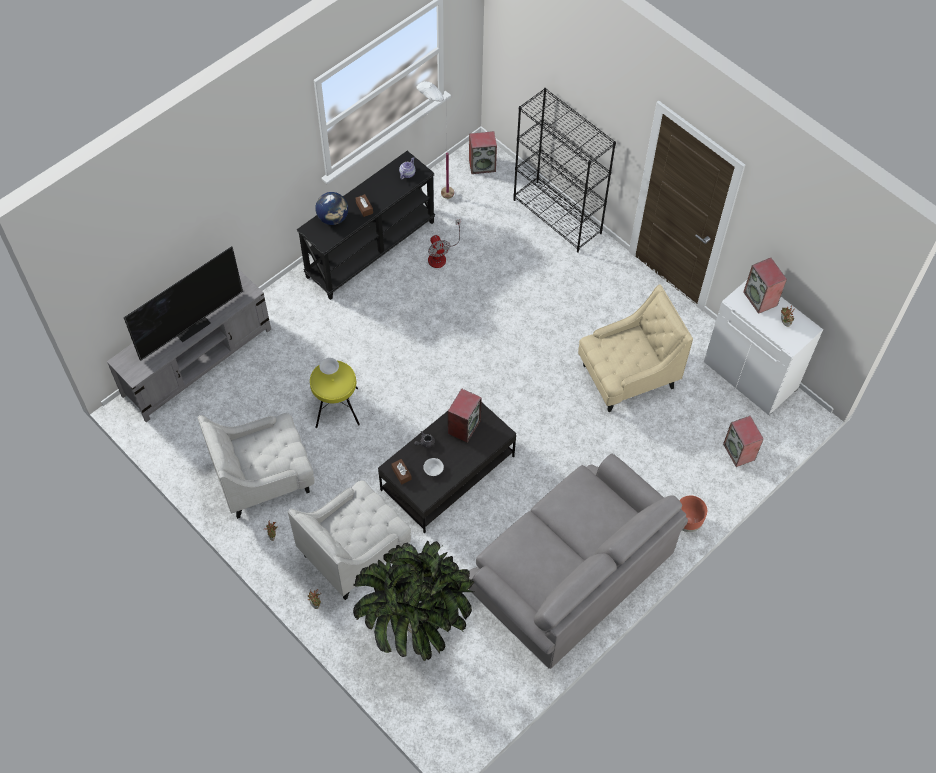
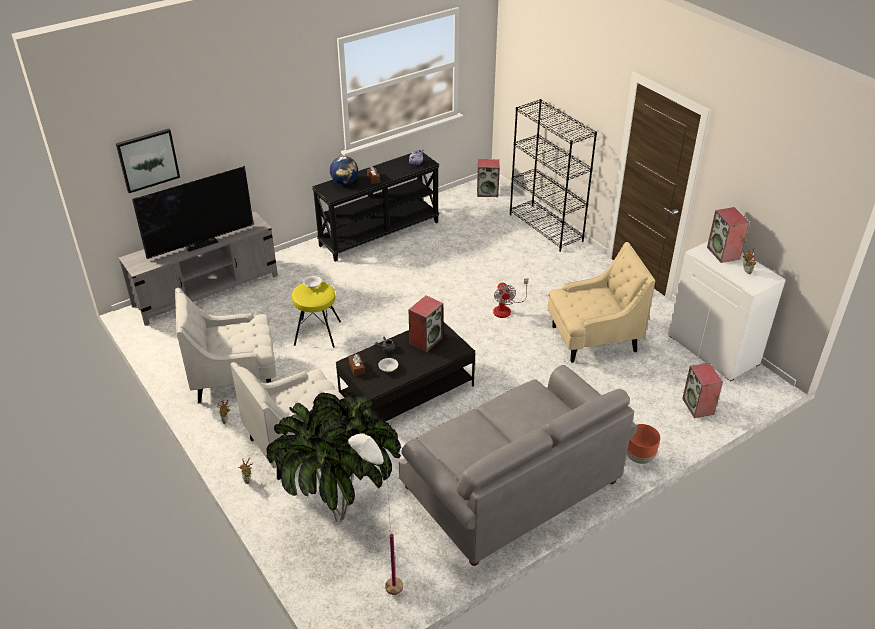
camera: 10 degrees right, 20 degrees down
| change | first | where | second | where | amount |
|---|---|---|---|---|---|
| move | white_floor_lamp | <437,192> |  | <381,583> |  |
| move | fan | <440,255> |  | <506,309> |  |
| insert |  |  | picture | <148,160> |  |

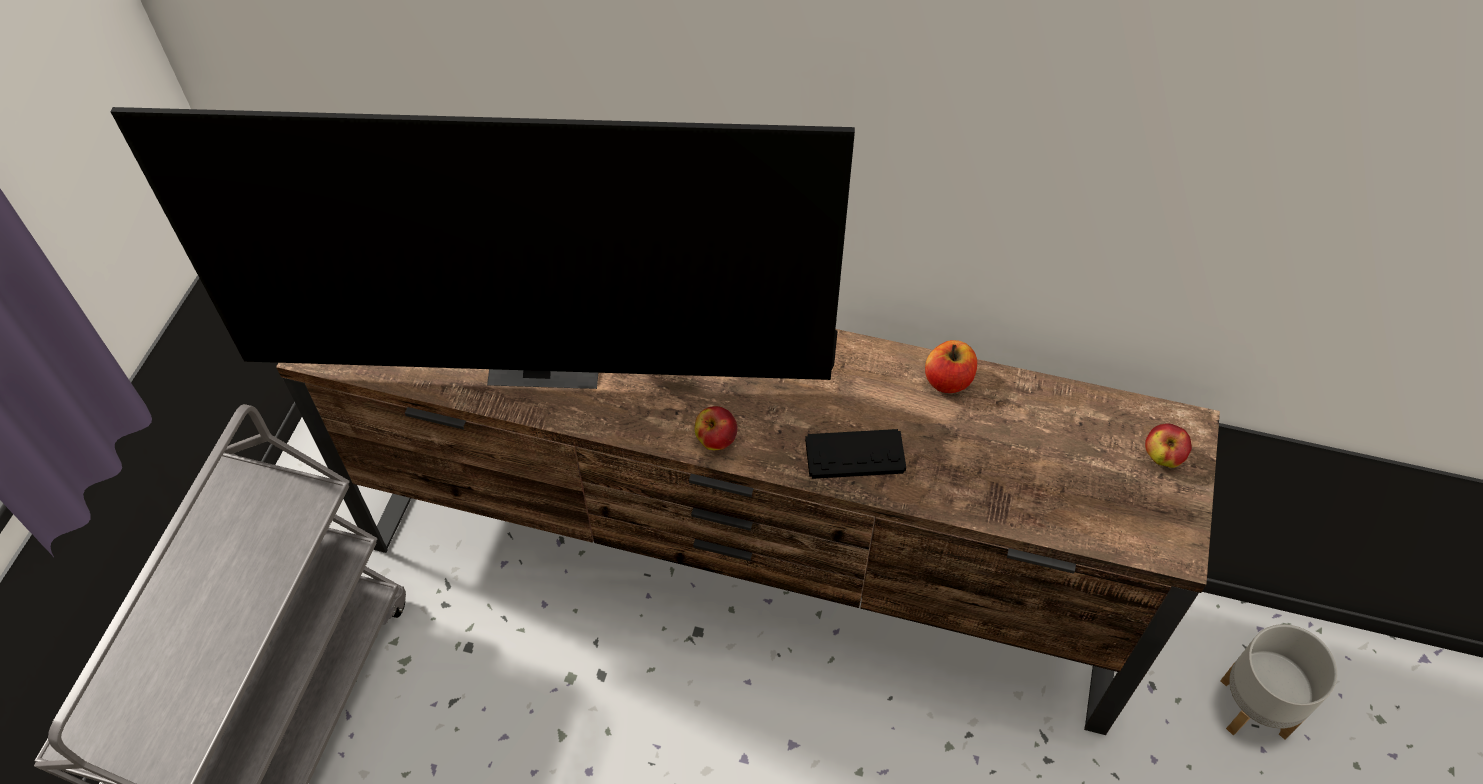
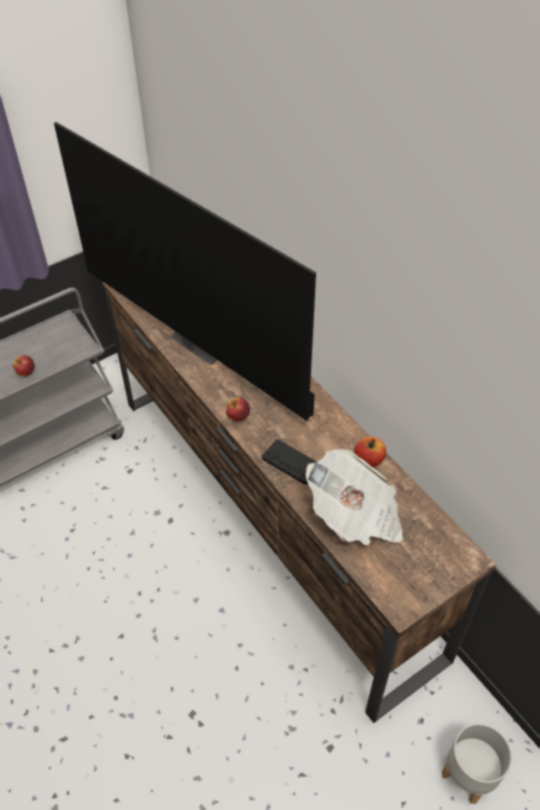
camera: 40 degrees right, 5 degrees down
| change | first | where | second | where | amount |
|---|---|---|---|---|---|
| move | apple | <1162,457> |  | <26,372> |  |
| insert |  |  | newspaper | <355,515> |  |

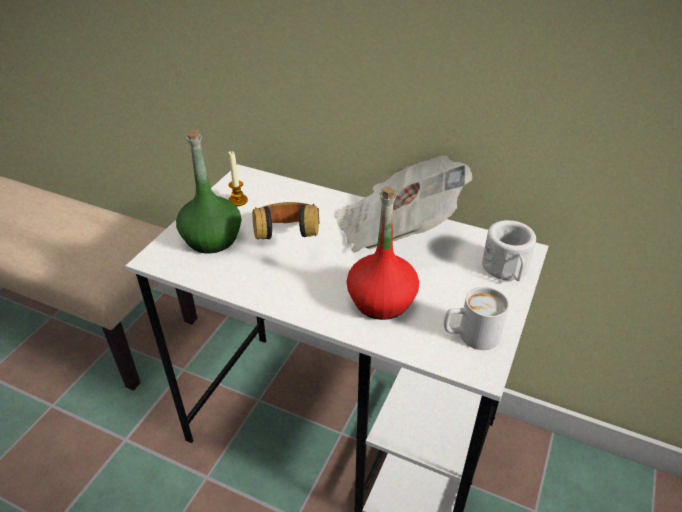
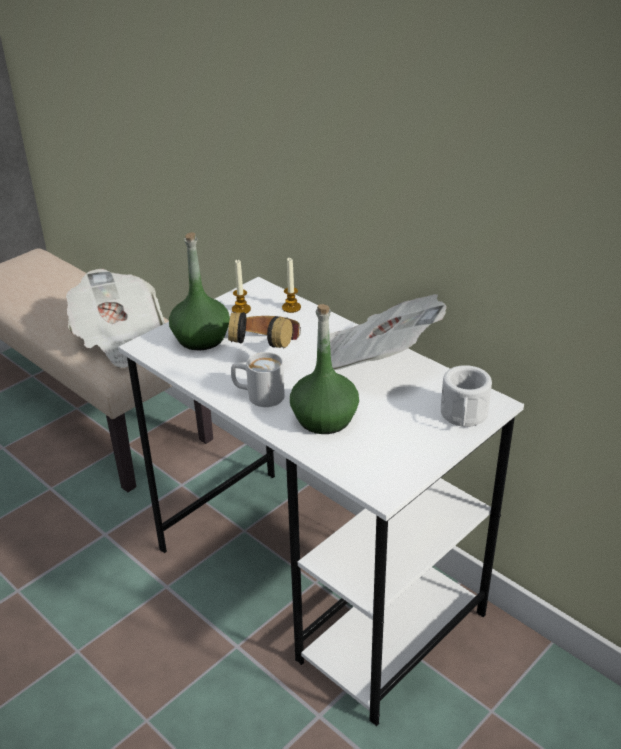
camera: 20 degrees right, 5 degrees down
| change | first | where | second | where | amount |
|---|---|---|---|---|---|
| recolor | red_bottle | <381,301> | green_bottle | <324,418> |  |
| move | white_mug | <470,336> |  | <258,395> |  |
| insert |  |  | candle | <291,307> |  |
| insert |  |  | newspaper | <120,340> |  |

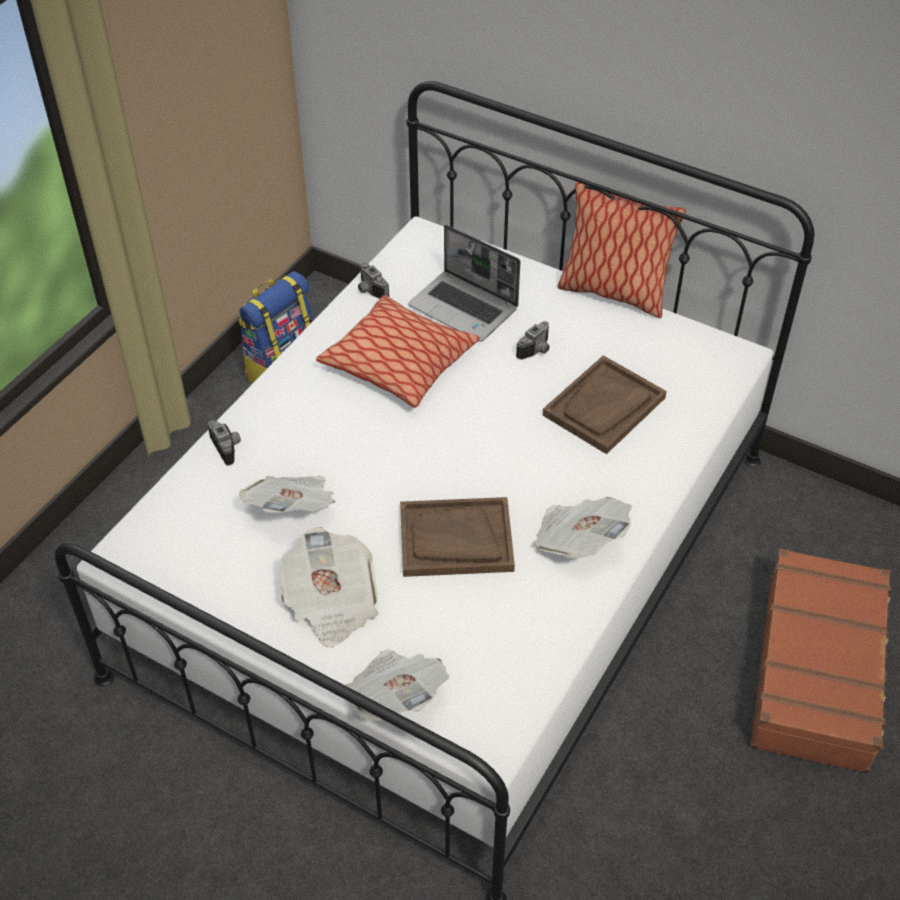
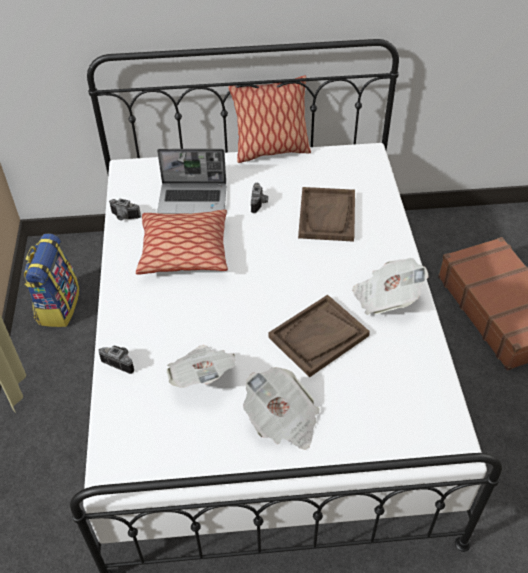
camera: 35 degrees left, 0 degrees up
| change | first | where | second | where | amount |
|---|---|---|---|---|---|
| delete | newspaper | <396,697> |  |  |  |

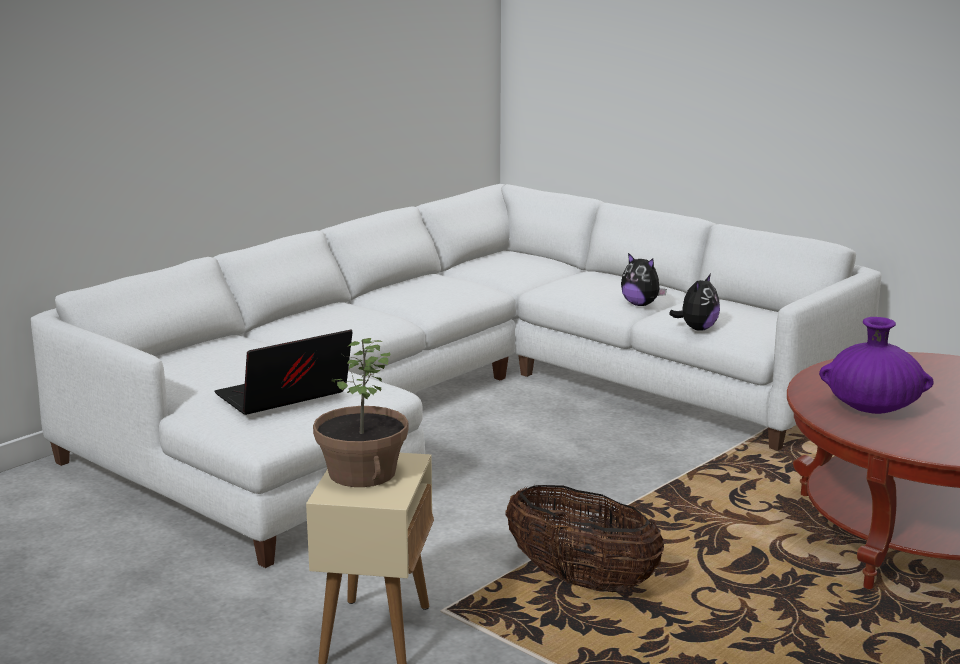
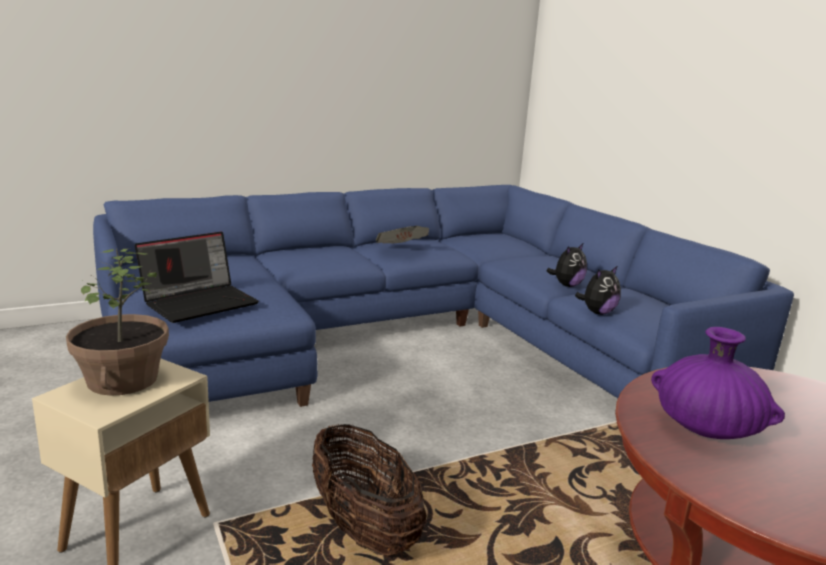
camera: 20 degrees right, 0 degrees up
| change | first | where | second | where | amount |
|---|---|---|---|---|---|
| recolor | white_sofa | <456,403> | blue_sofa | <412,337> |  |
| rotate | plush_toy | <641,304> |  | <567,285> | 105 degrees counterclockwise |
| rotate | laptop | <283,398> |  | <200,302> | 150 degrees clockwise |
| insert |  |  | newspaper | <401,250> |  |

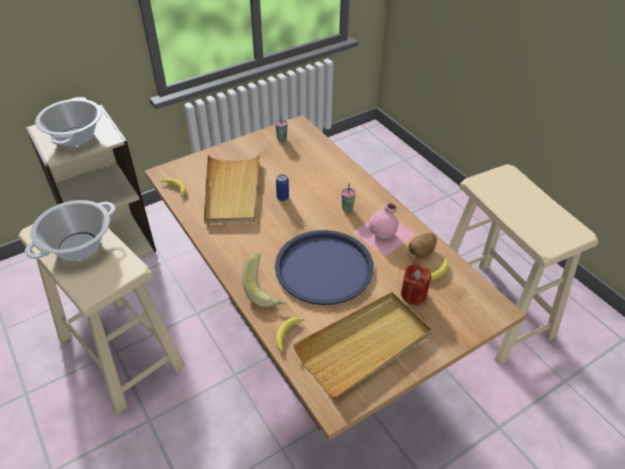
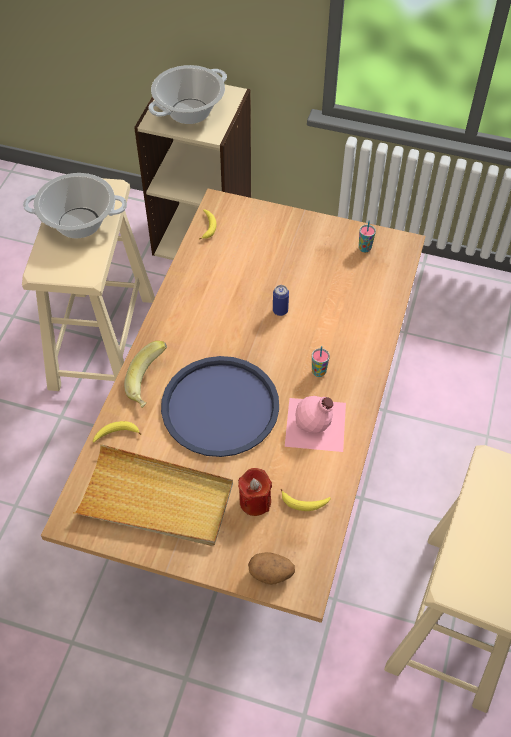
camera: 50 degrees right, 10 degrees up
| change | first | where | second | where | amount |
|---|---|---|---|---|---|
| delete | beige_tray | <232,191> |  |  |  |
| move | potato | <421,251> |  | <271,573> |  |

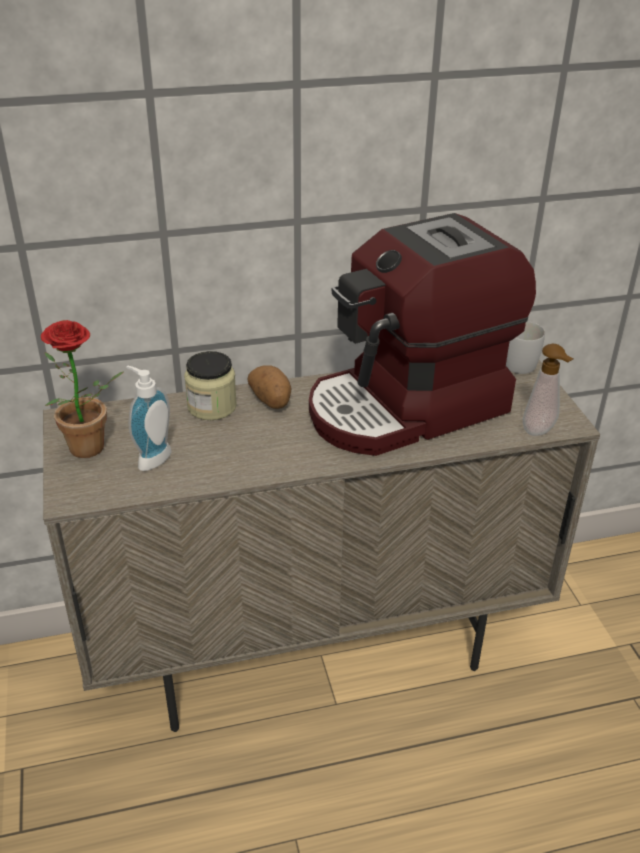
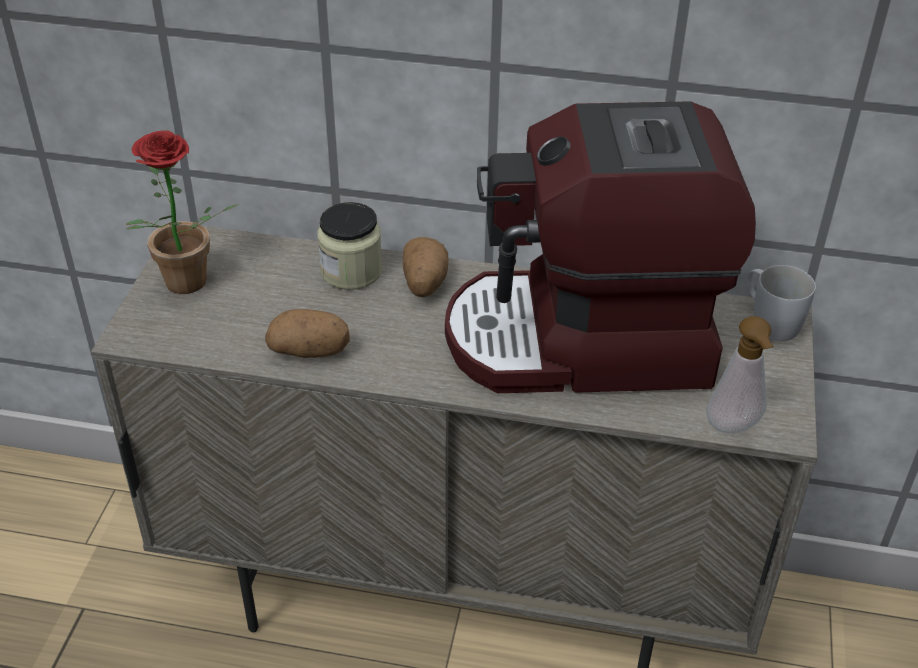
camera: 25 degrees right, 5 degrees up
| change | first | where | second | where | amount |
|---|---|---|---|---|---|
| delete | soap_dispenser | <151,458> |  |  |  |
| insert |  |  | potato | <310,351> |  |

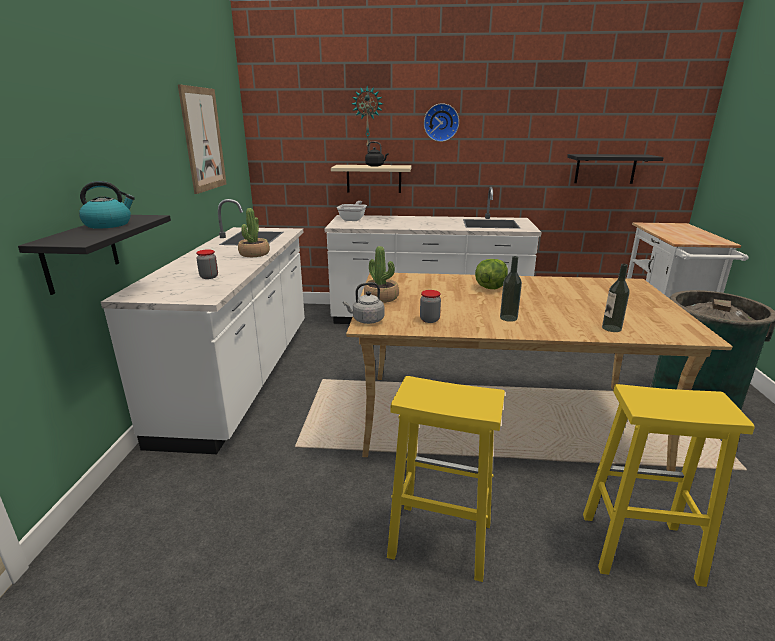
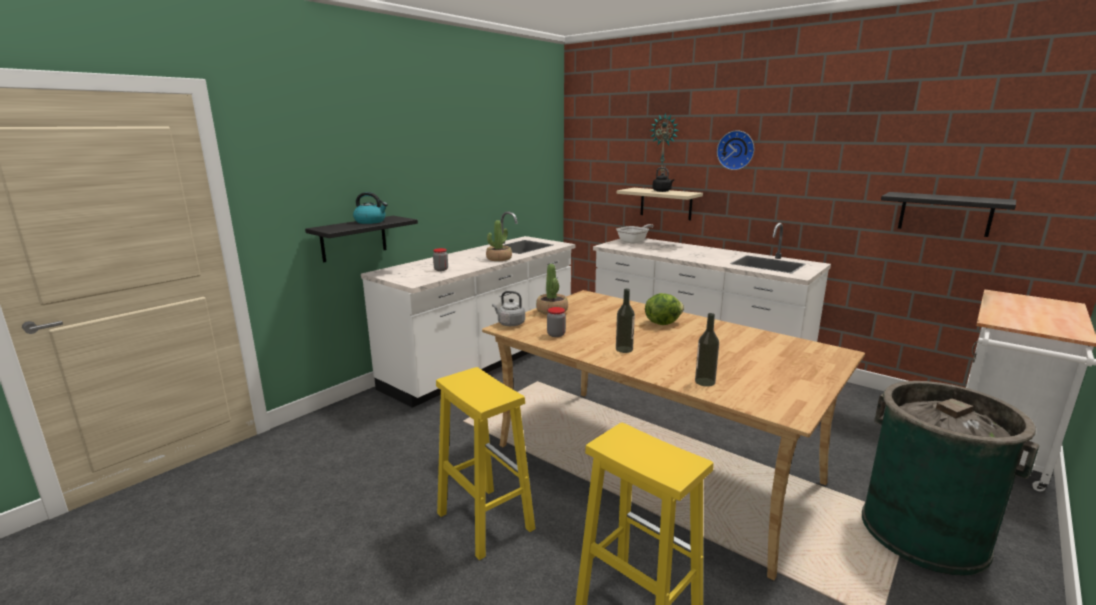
camera: 35 degrees right, 5 degrees down
| change | first | where | second | where | amount |
|---|---|---|---|---|---|
| delete | picture | <203,139> |  |  |  |

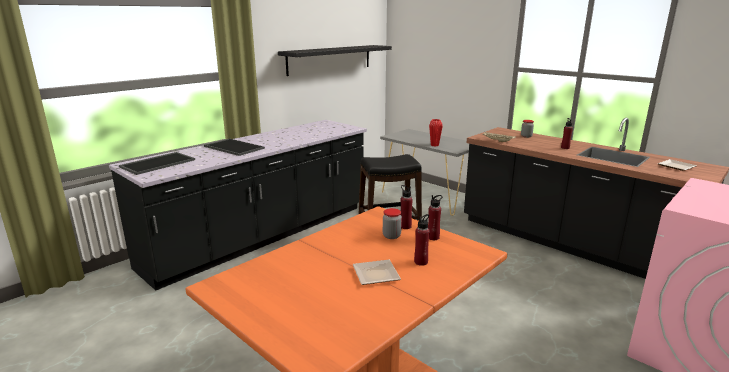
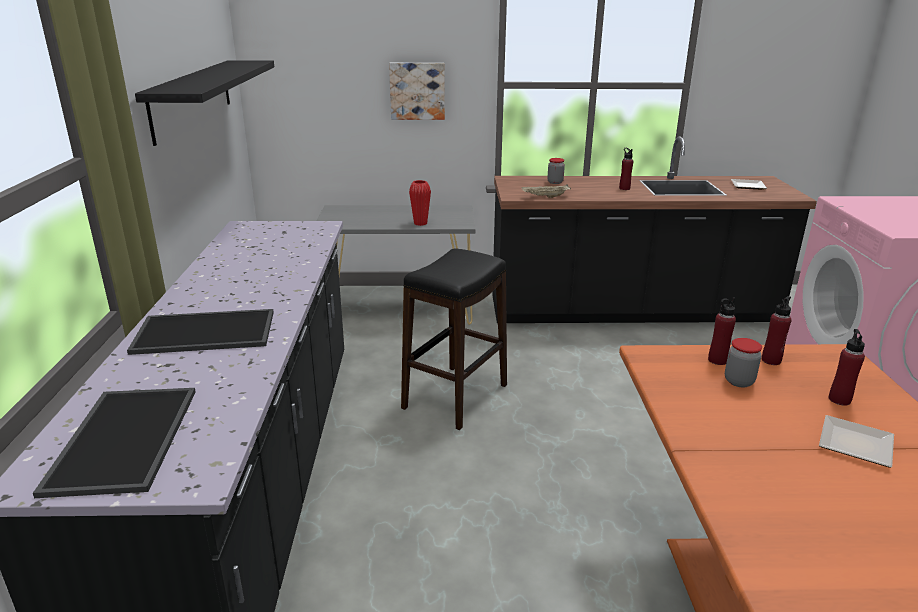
camera: 45 degrees left, 5 degrees up
| change | first | where | second | where | amount |
|---|---|---|---|---|---|
| insert |  |  | picture | <417,91> |  |

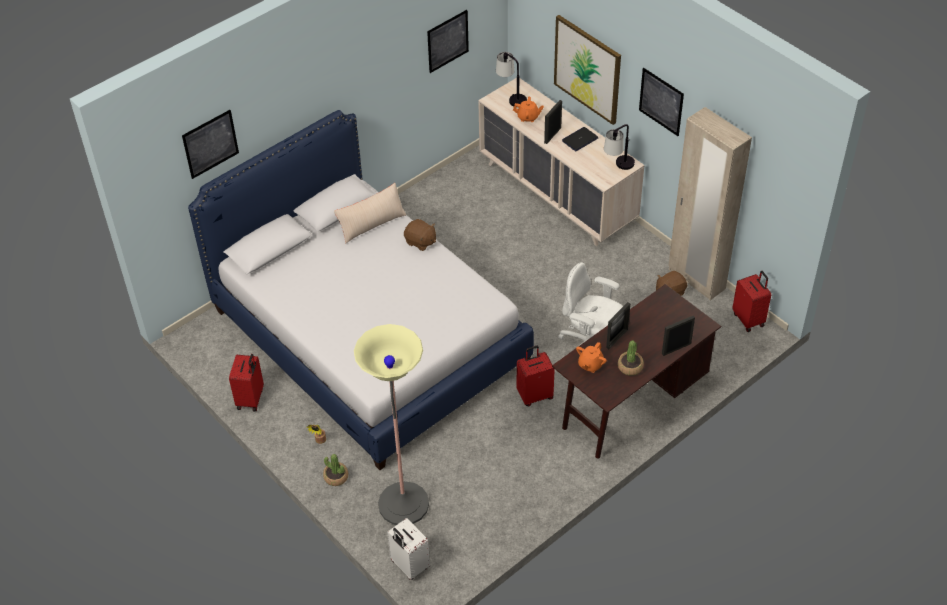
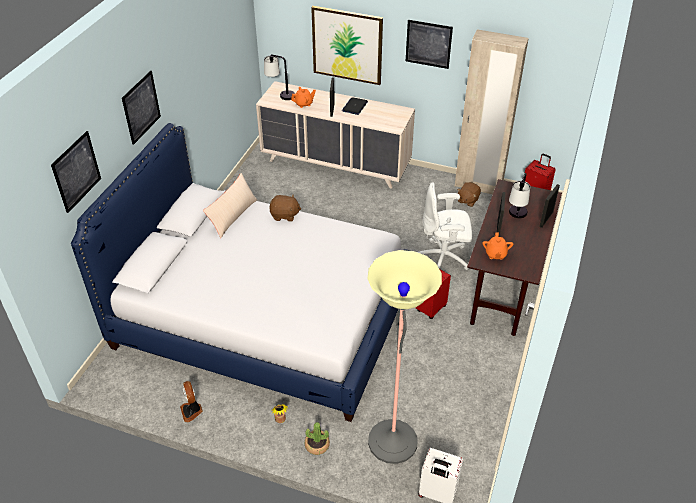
camera: 30 degrees left, 5 degrees down
| change | first | where | second | where | amount |
|---|---|---|---|---|---|
| move | picture | <447,41> |  | <141,107> |  |
| move | table_lamp | <618,167> |  | <516,218> |  |
| delete | potted_plant | <630,367> |  |  |  |
| replace | red_suitcase | <251,399> | fan | <192,411> |  |

